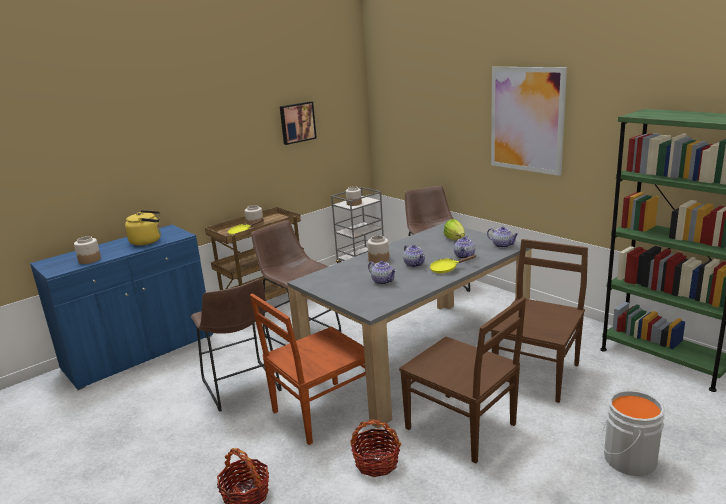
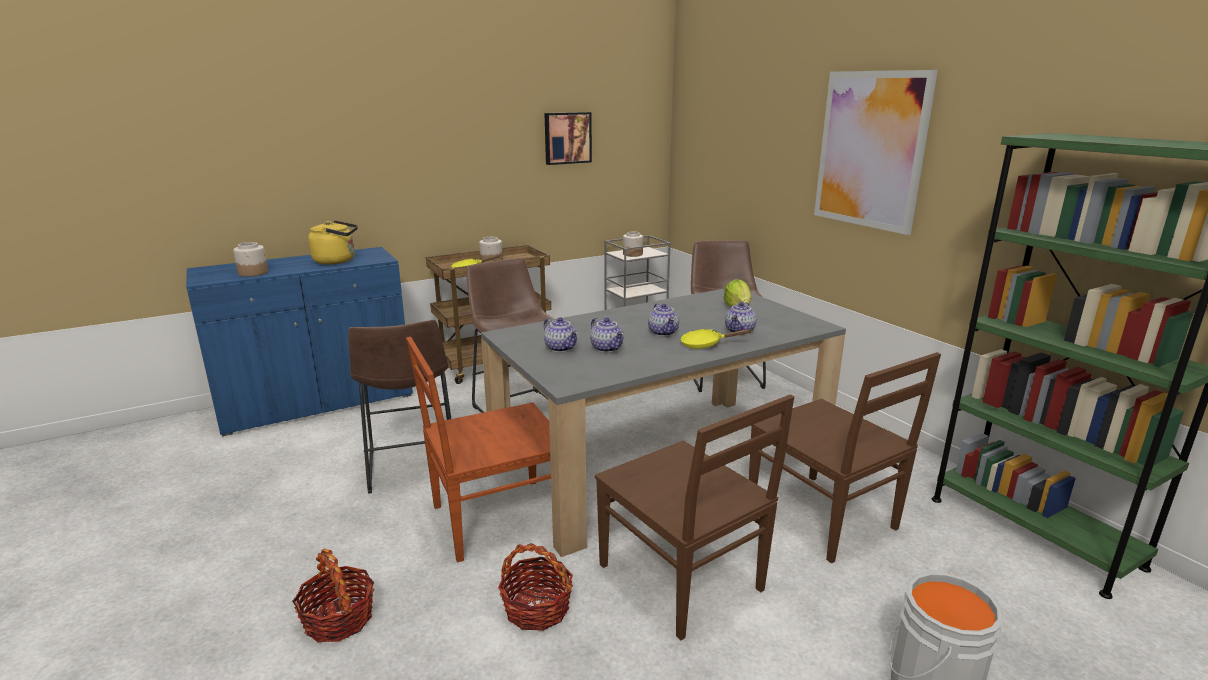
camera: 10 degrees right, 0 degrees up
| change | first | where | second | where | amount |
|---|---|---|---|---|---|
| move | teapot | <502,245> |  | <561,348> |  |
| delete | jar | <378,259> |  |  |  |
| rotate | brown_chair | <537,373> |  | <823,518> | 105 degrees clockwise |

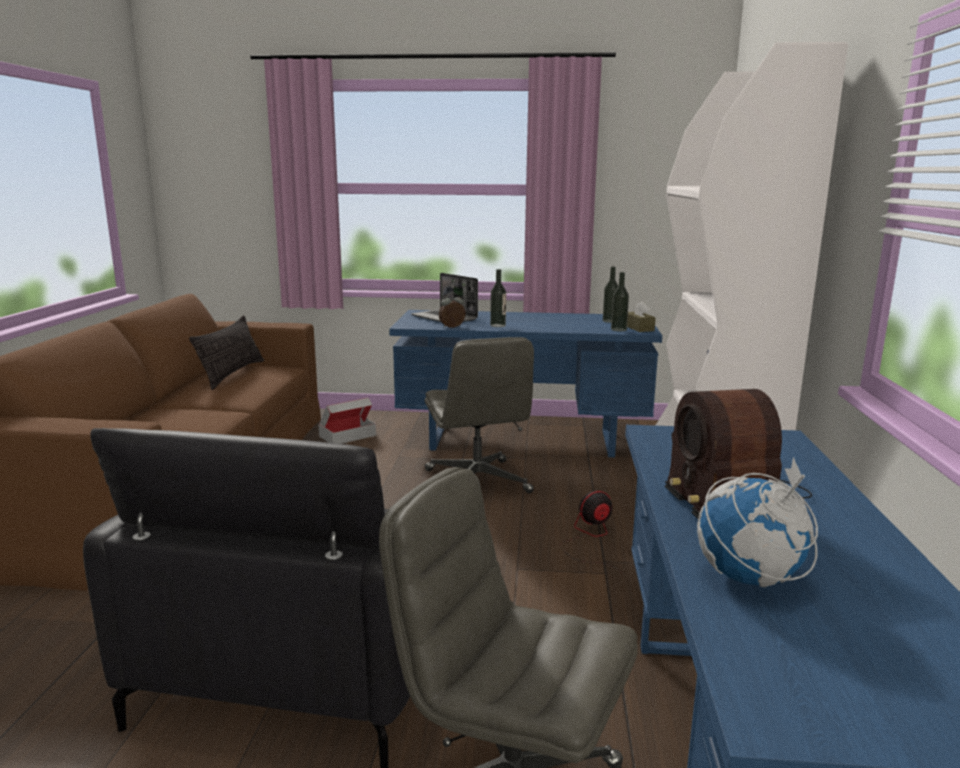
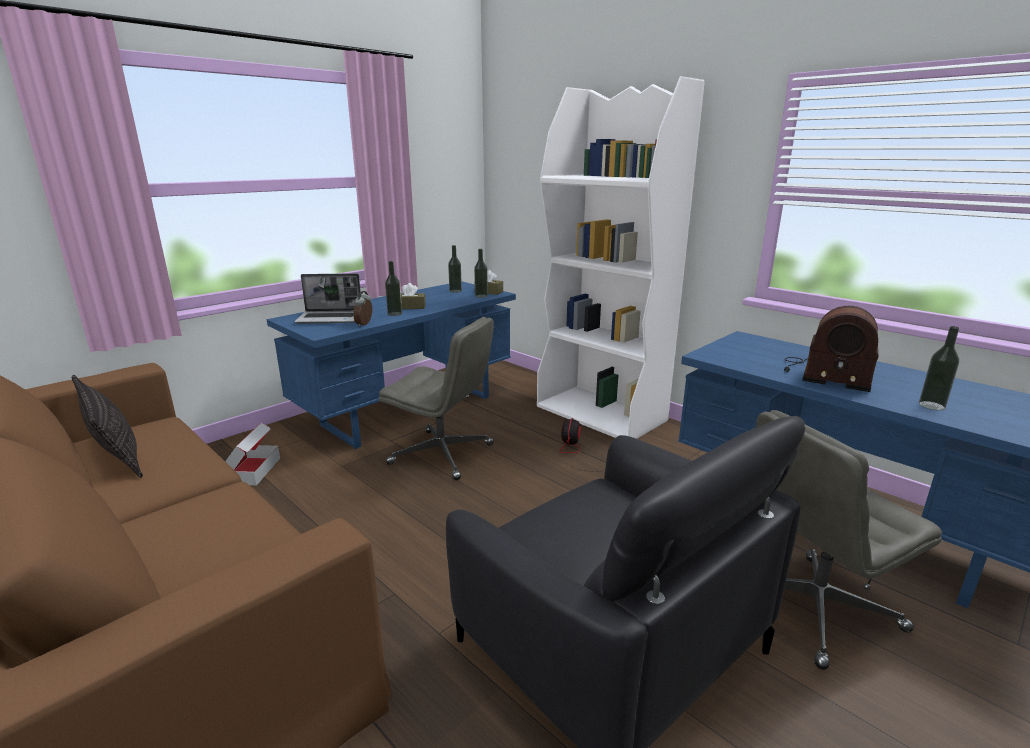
camera: 50 degrees left, 5 degrees up
| change | first | where | second | where | amount |
|---|---|---|---|---|---|
| replace | globe | <749,579> | bottle | <931,405> |  |
| insert |  |  | brown_tissue_box | <410,307> |  |

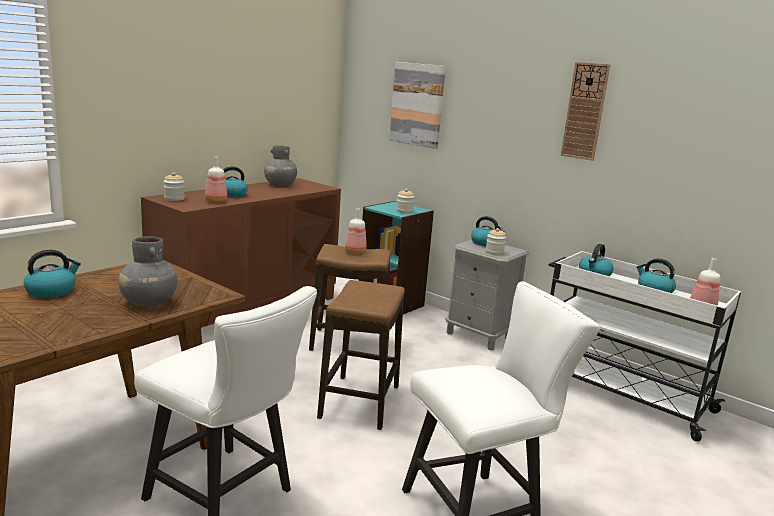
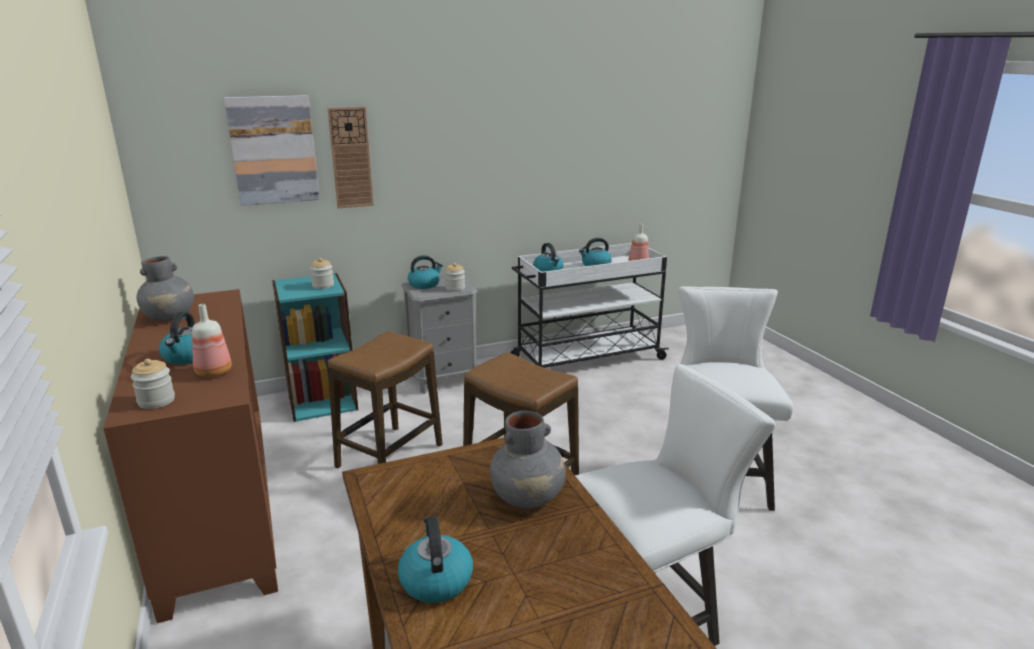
camera: 60 degrees left, 5 degrees up
| change | first | where | second | where | amount |
|---|---|---|---|---|---|
| move | wall_clock | <585,111> |  | <351,158> |  |
| delete | bottle | <356,252> |  |  |  |

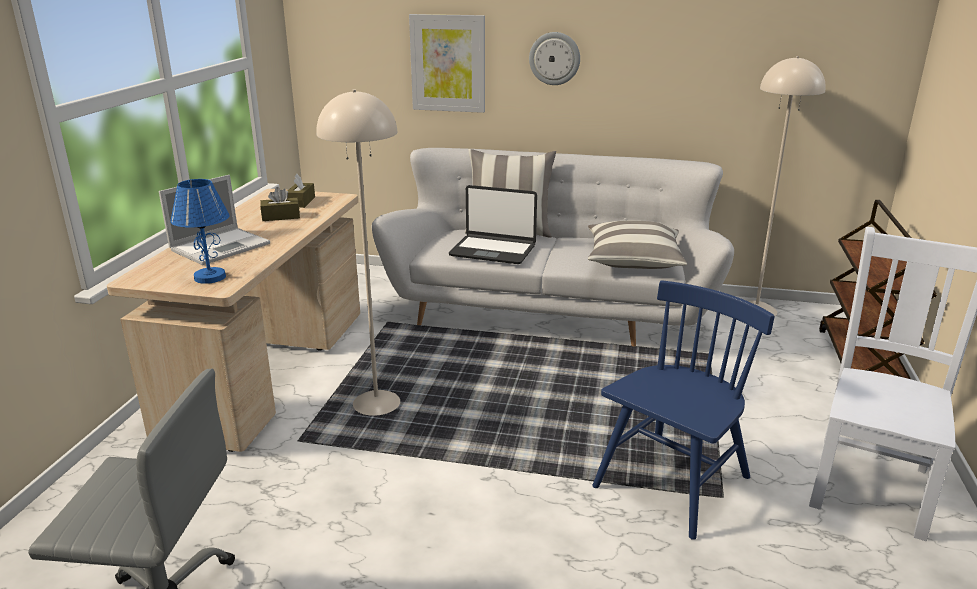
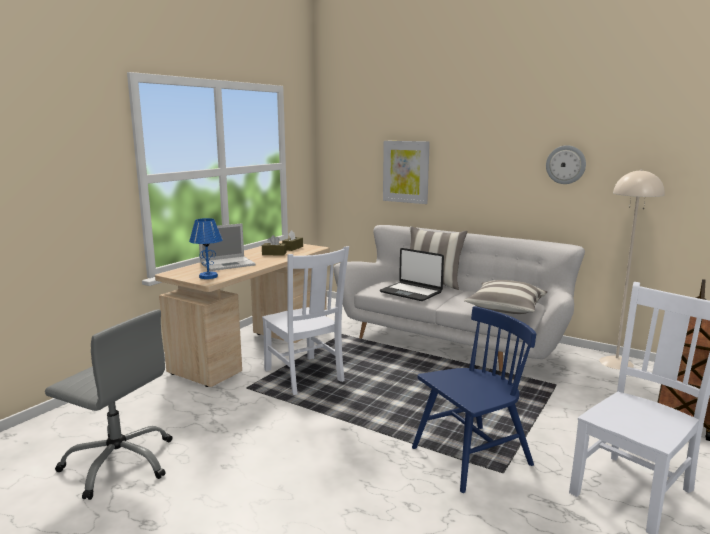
camera: 20 degrees right, 10 degrees down
| change | first | where | second | where | amount |
|---|---|---|---|---|---|
| move | wall_clock | <554,58> |  | <565,164> |  |
| replace | beige_floor_lamp | <376,403> | white_chair | <304,376> |  |

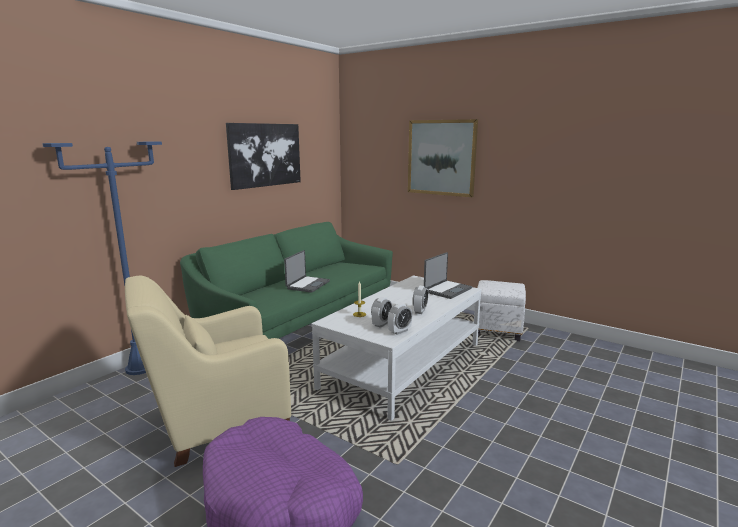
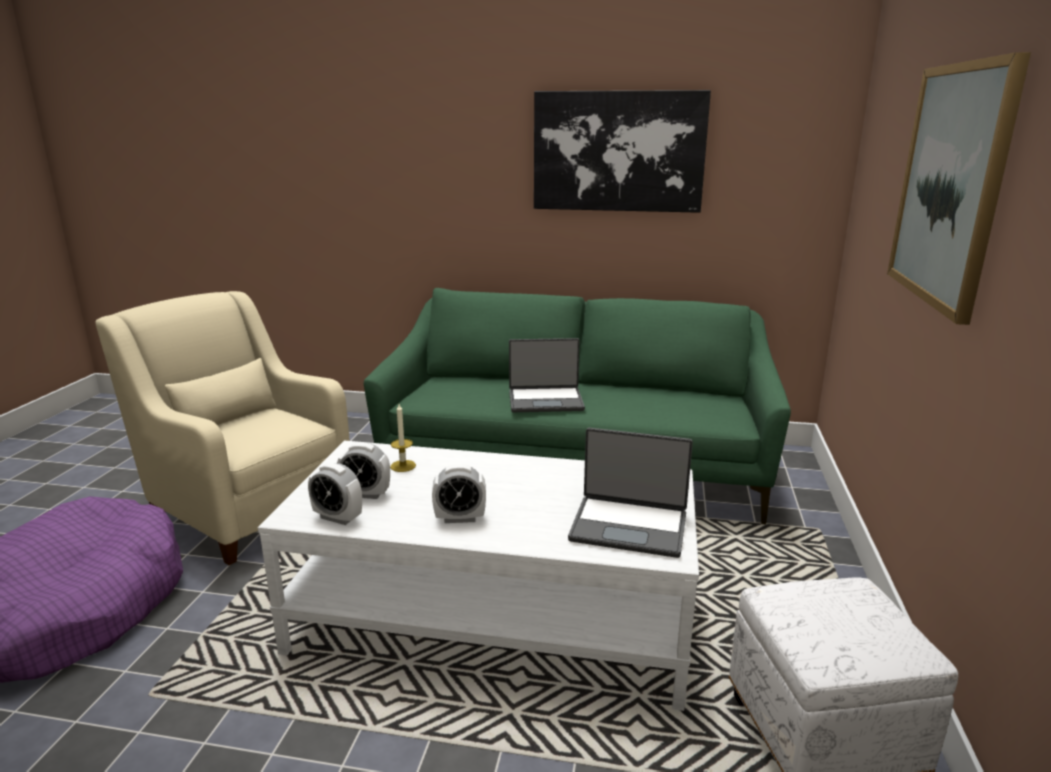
camera: 65 degrees right, 5 degrees up
| change | first | where | second | where | amount |
|---|---|---|---|---|---|
| delete | blue_floor_lamp | <139,368> |  |  |  |

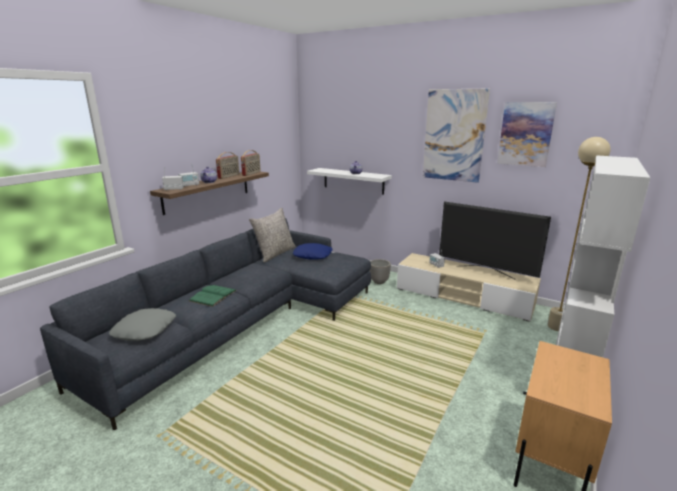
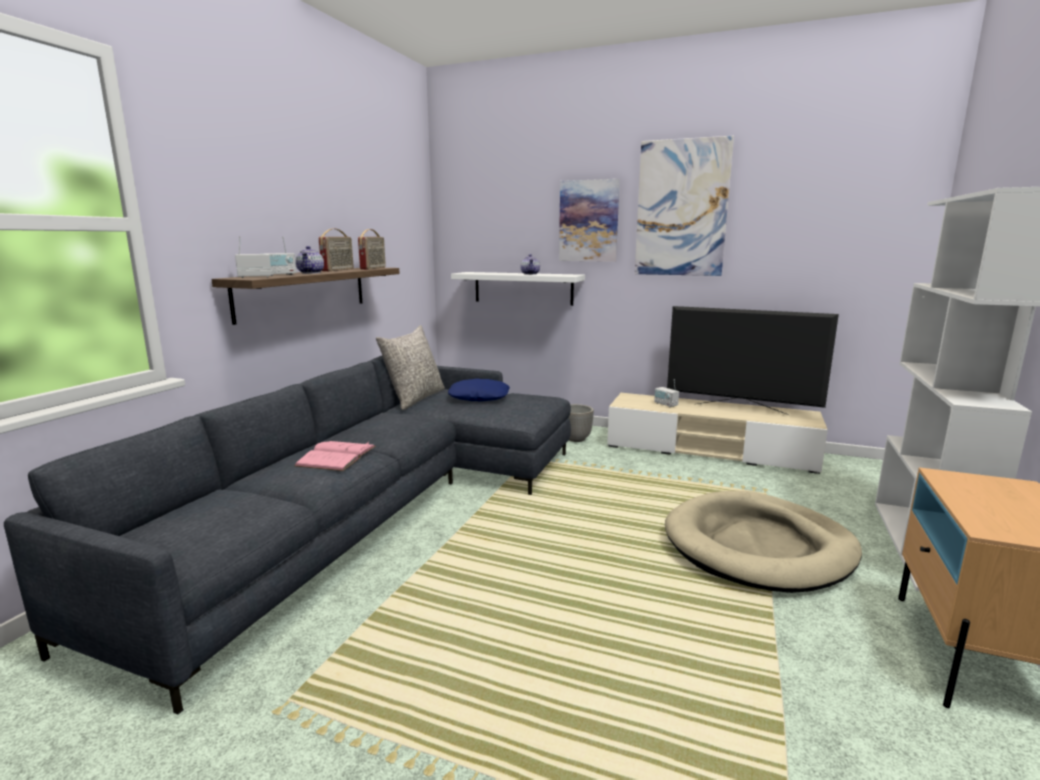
camera: 10 degrees left, 5 degrees down
| change | first | where | second | where | amount |
|---|---|---|---|---|---|
| move | picture | <525,134> |  | <588,221> |  |
| delete | beige_floor_lamp | <557,327> |  |  |  |
| recolor | green_book | <213,295> | pink_book | <336,456> |  |
| delete | grey_pillow | <144,330> |  |  |  |
| insert |  |  | beige_dog_bed | <758,546> |  |

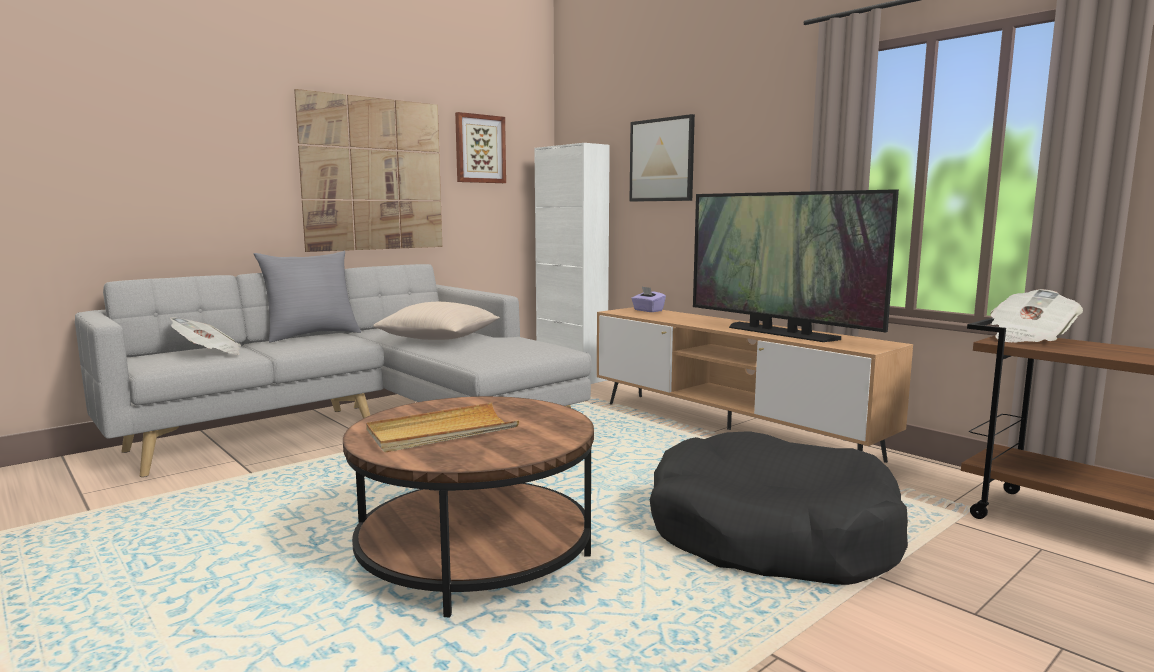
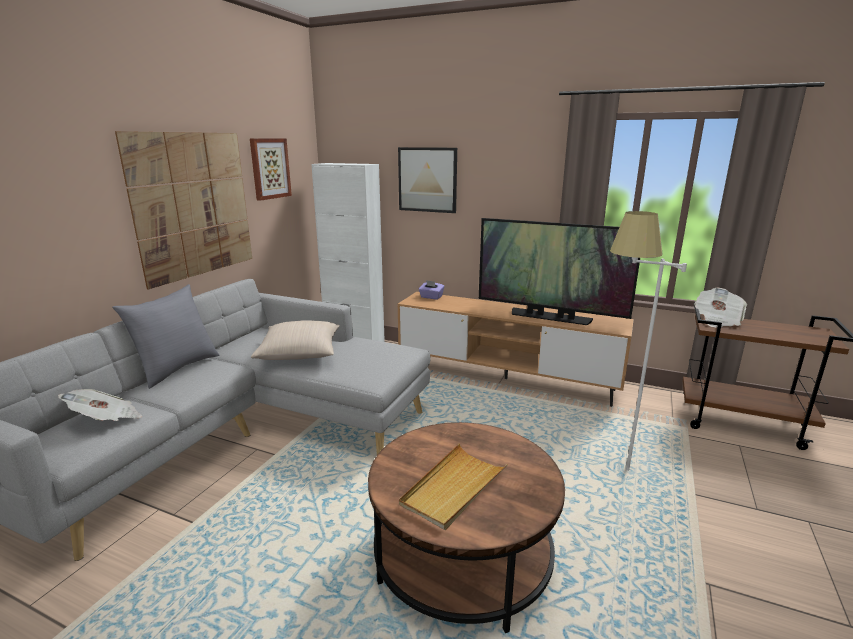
camera: 25 degrees left, 10 degrees up
| change | first | where | second | where | amount |
|---|---|---|---|---|---|
| replace | black_dog_bed | <770,535> | white_floor_lamp | <614,475> |  |

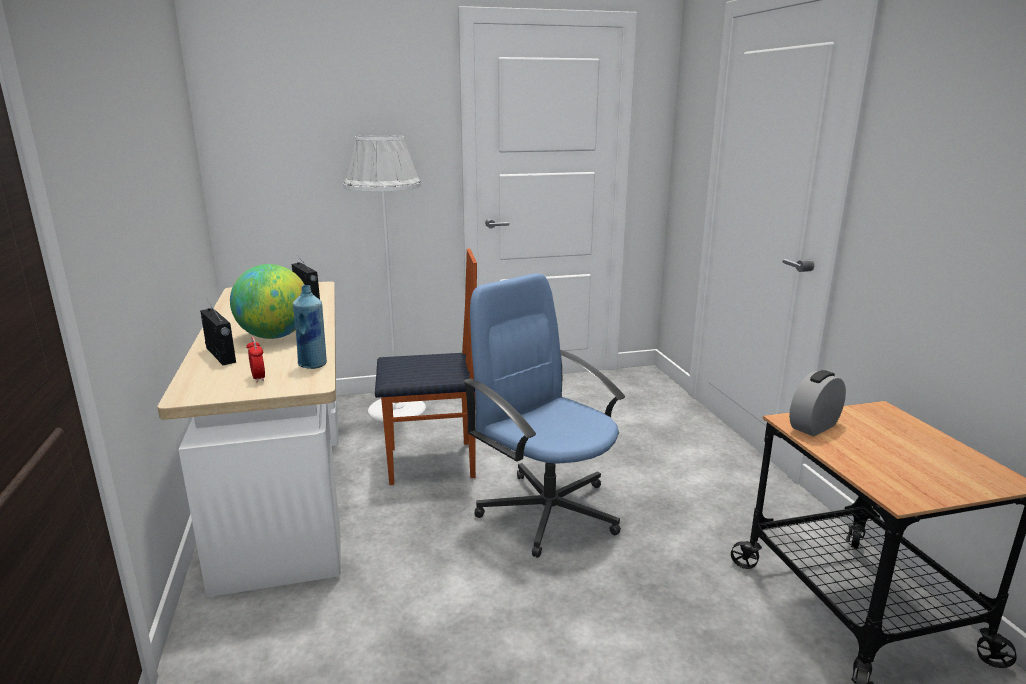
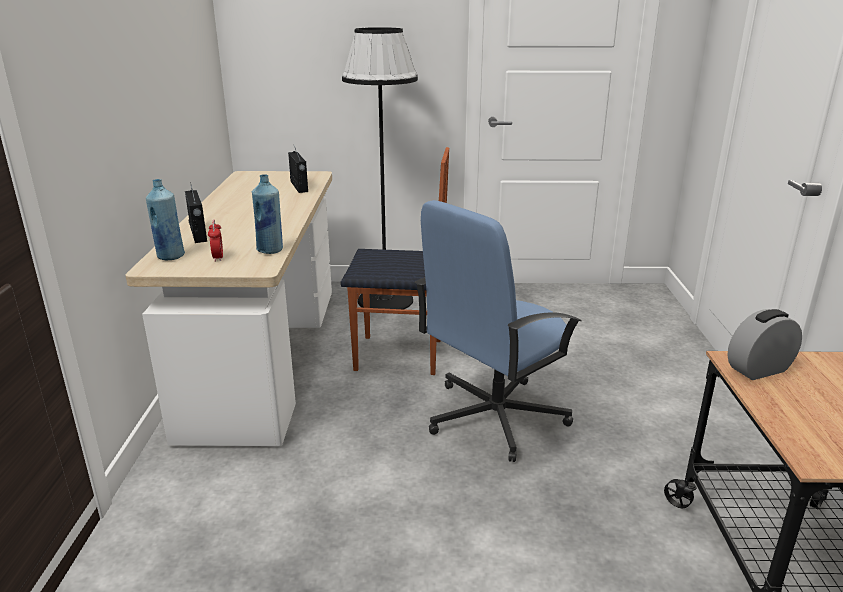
camera: 15 degrees right, 5 degrees up
| change | first | where | second | where | amount |
|---|---|---|---|---|---|
| recolor | white_floor_lamp | <397,409> | black_floor_lamp | <385,300> |  |
| delete | globe | <274,336> |  |  |  |
| rotate | blue_office_chair | <548,510> |  | <493,417> | 105 degrees counterclockwise |
| insert |  |  | blue_bottle | <170,256> |  |

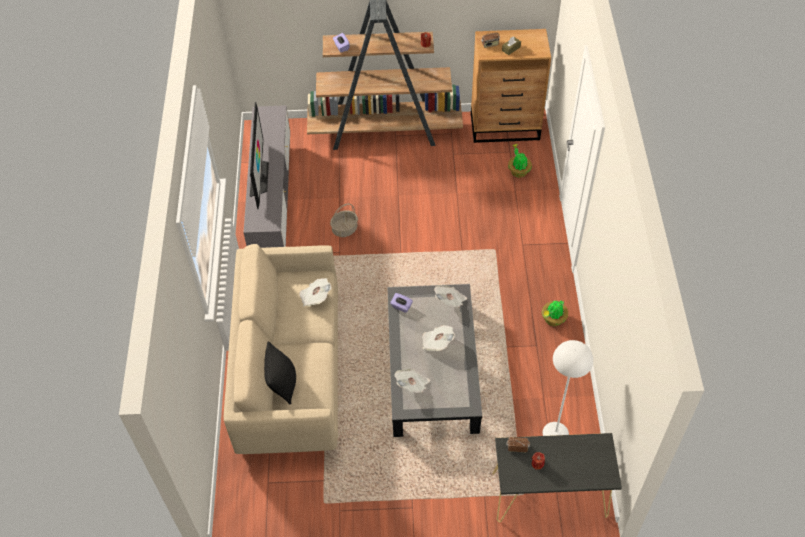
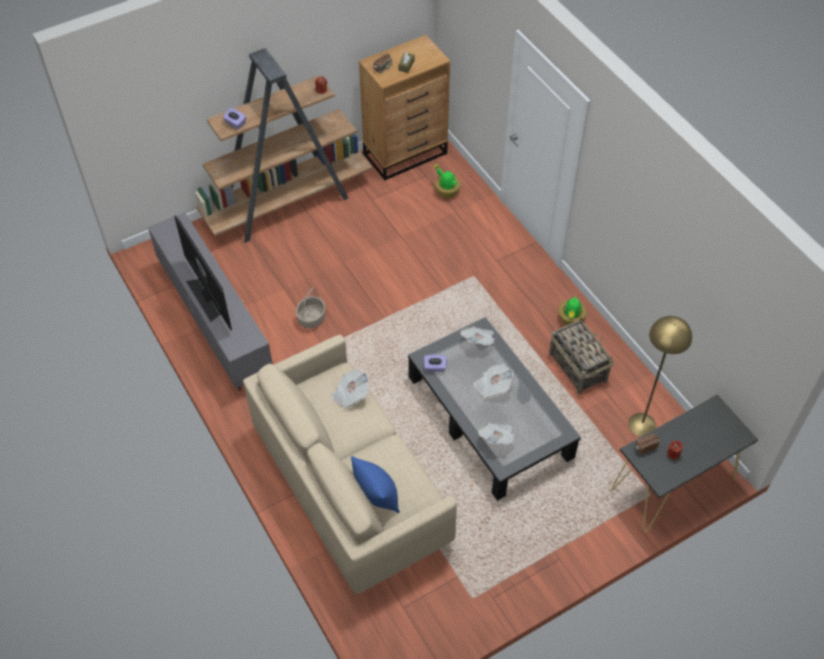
camera: 30 degrees left, 0 degrees up
| change | first | where | second | where | amount |
|---|---|---|---|---|---|
| recolor | white_floor_lamp | <555,433> | yellow_floor_lamp | <641,424> |  |
| recolor | black_pillow | <282,384> | blue_pillow | <377,496> |  |
| insert |  |  | basket | <577,366> |  |

